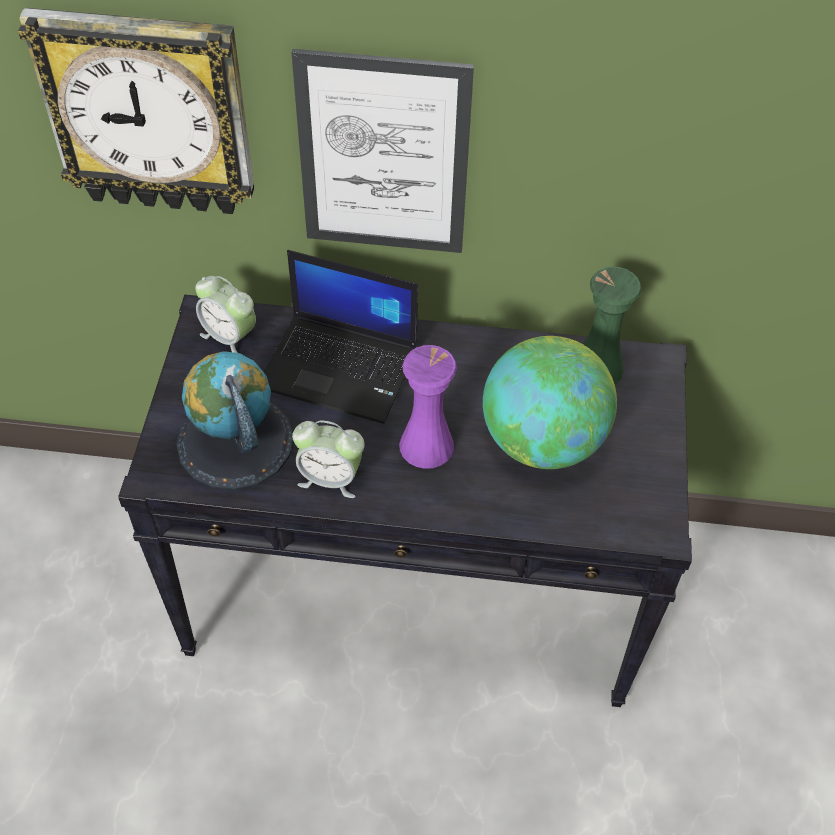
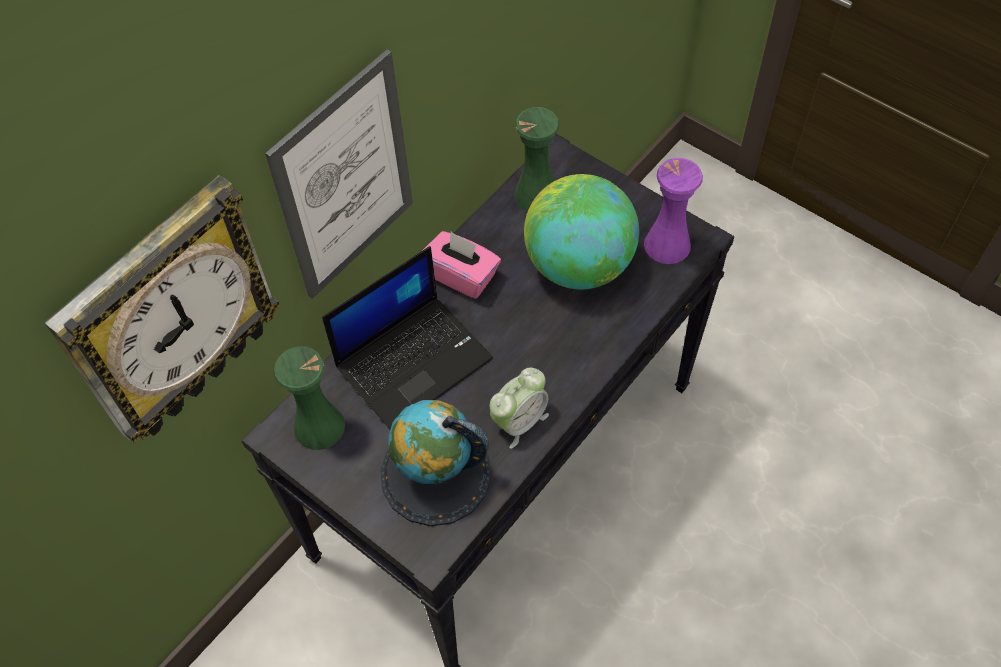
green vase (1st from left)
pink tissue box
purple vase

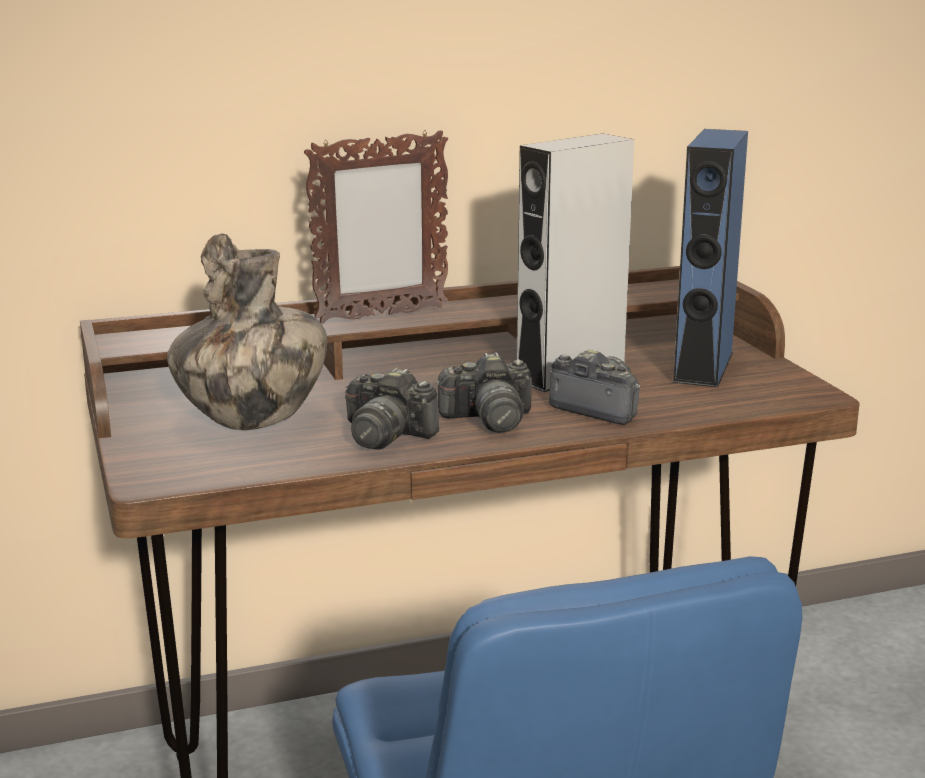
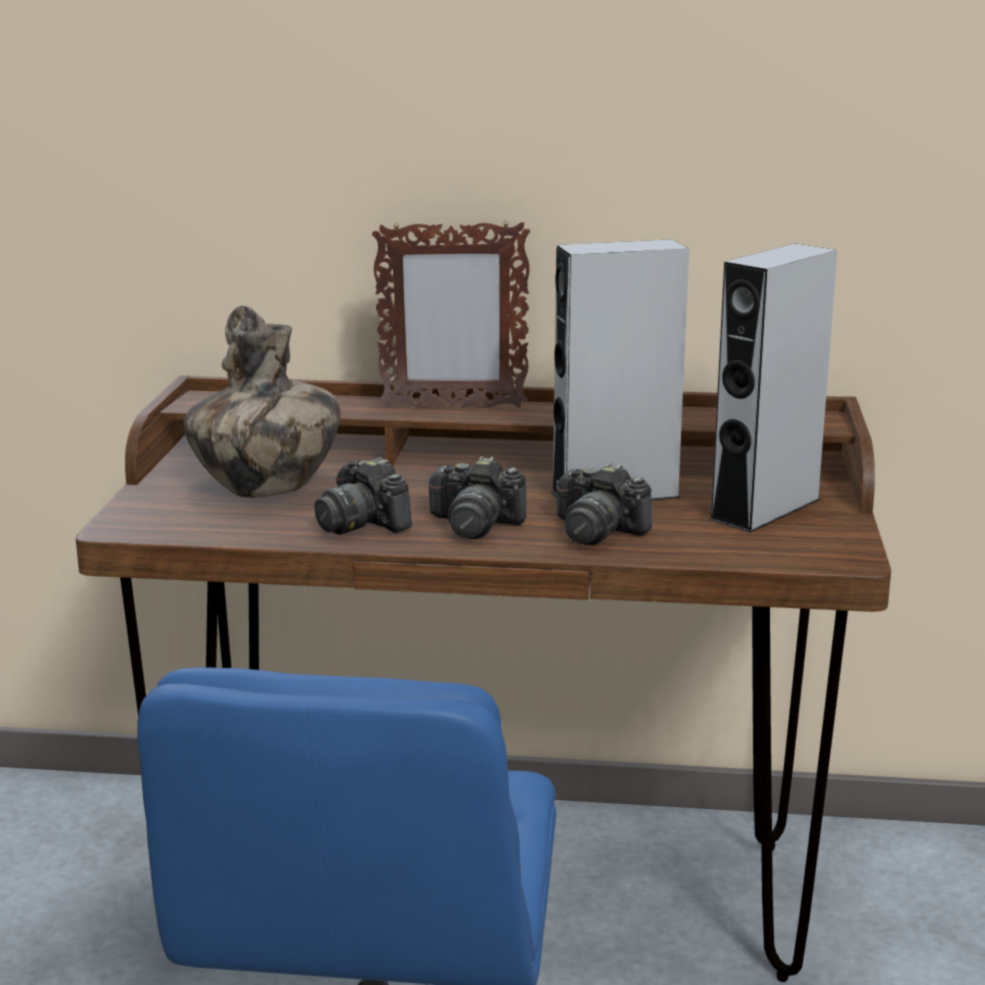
photo camera (3rd from left)
grey speaker (2nd from left)

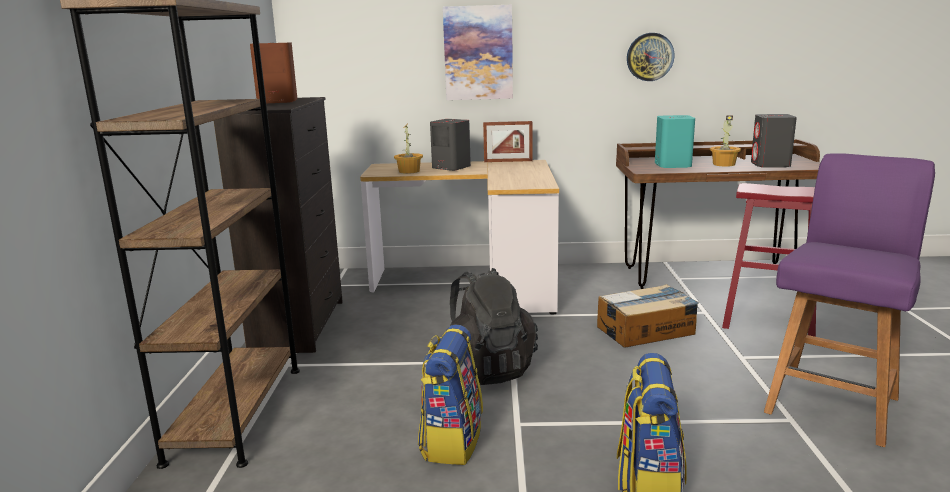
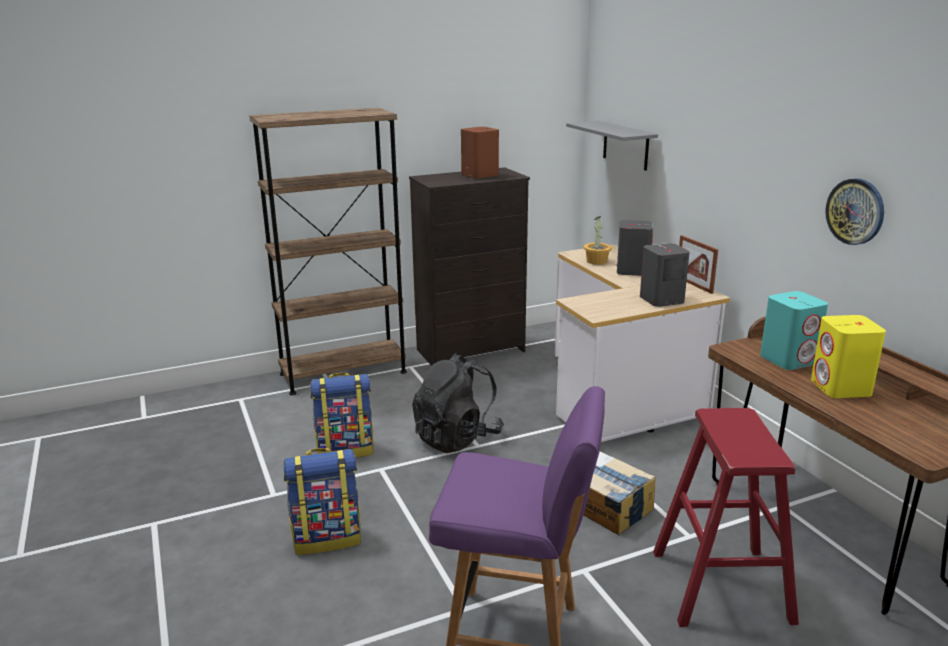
grey shelf
grey speaker (2nd from left)
yellow speaker
picture

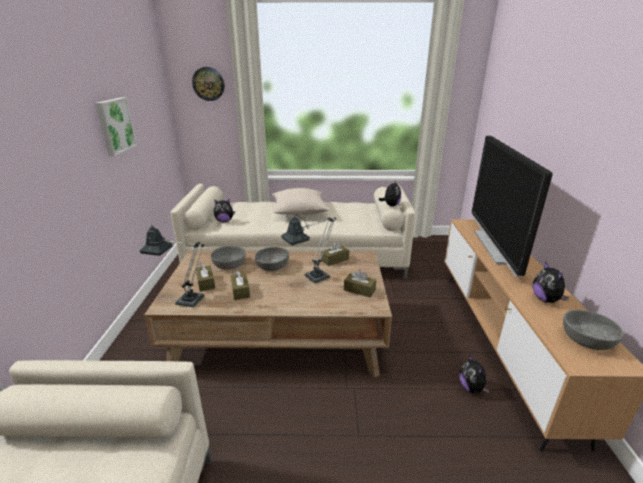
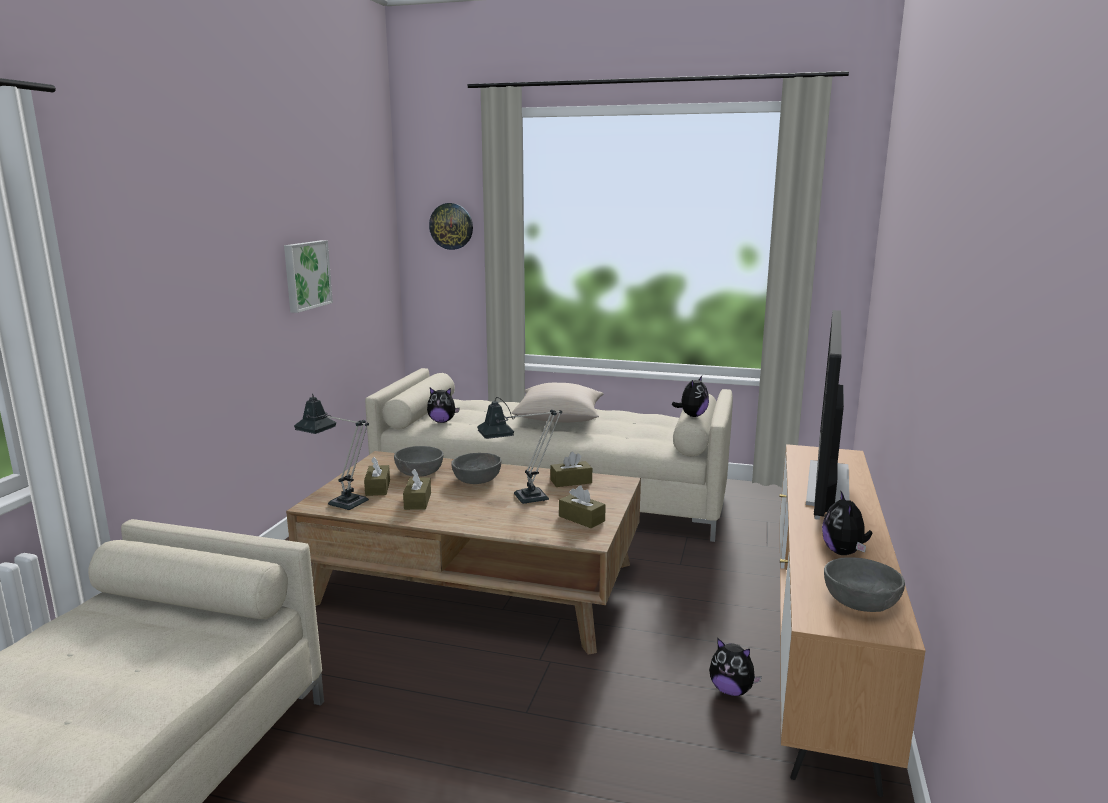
plush toy (3rd from left)

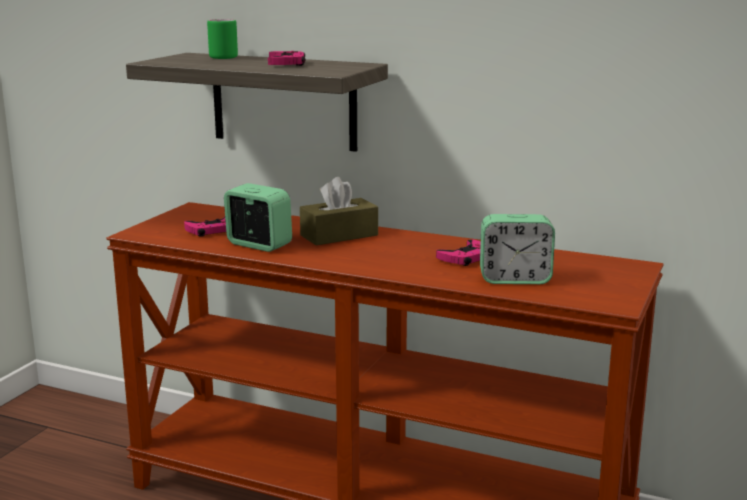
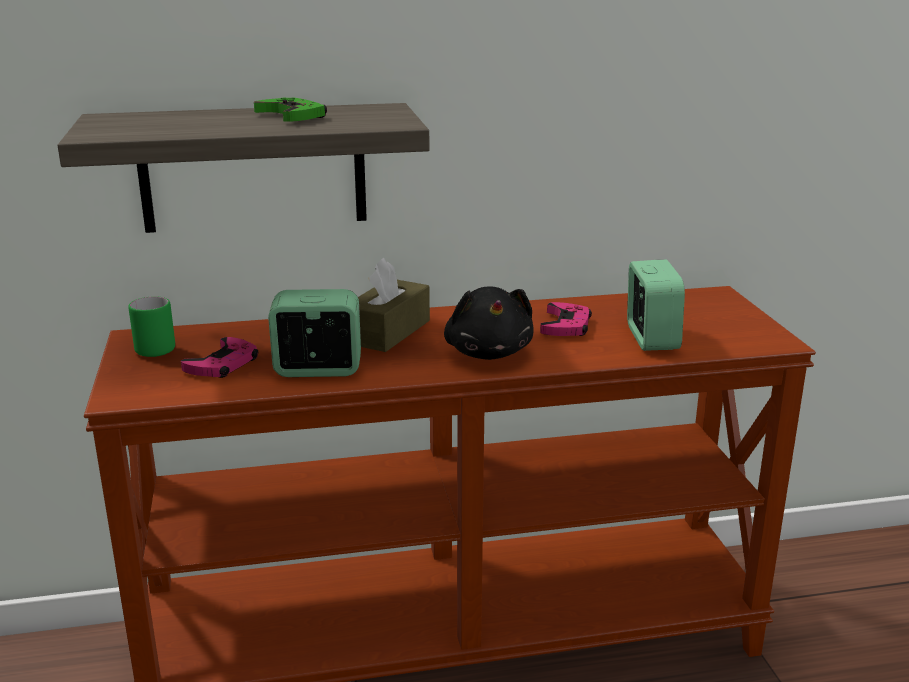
green mug
green game controller
black plush toy
alarm clock (2nd from left)

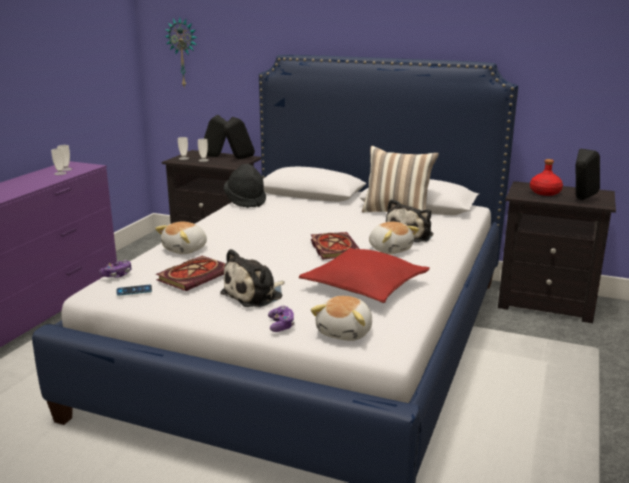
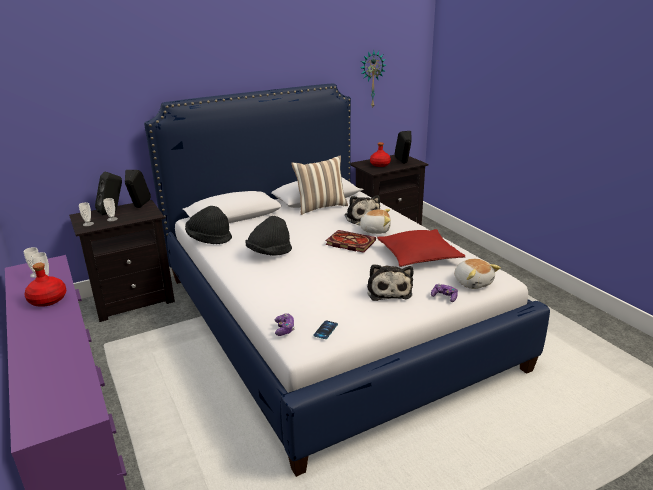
red bottle (1st from left)
black hat (2nd from left)
wall clock
plush toy (1st from left in the first image)
book (1st from left in the first image)

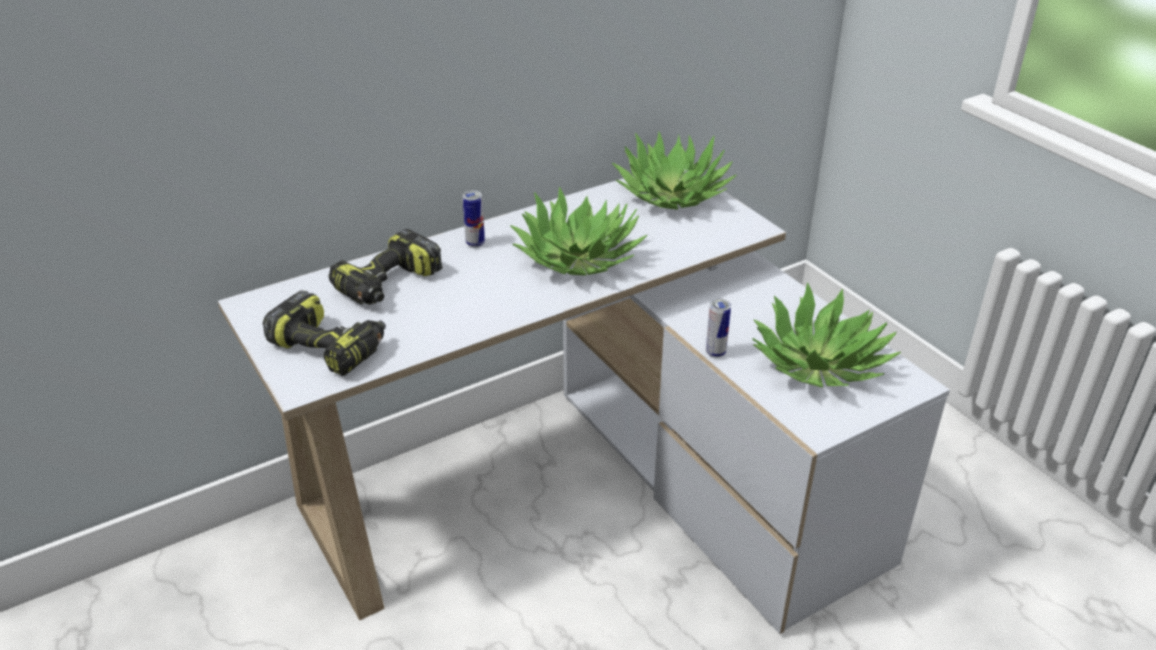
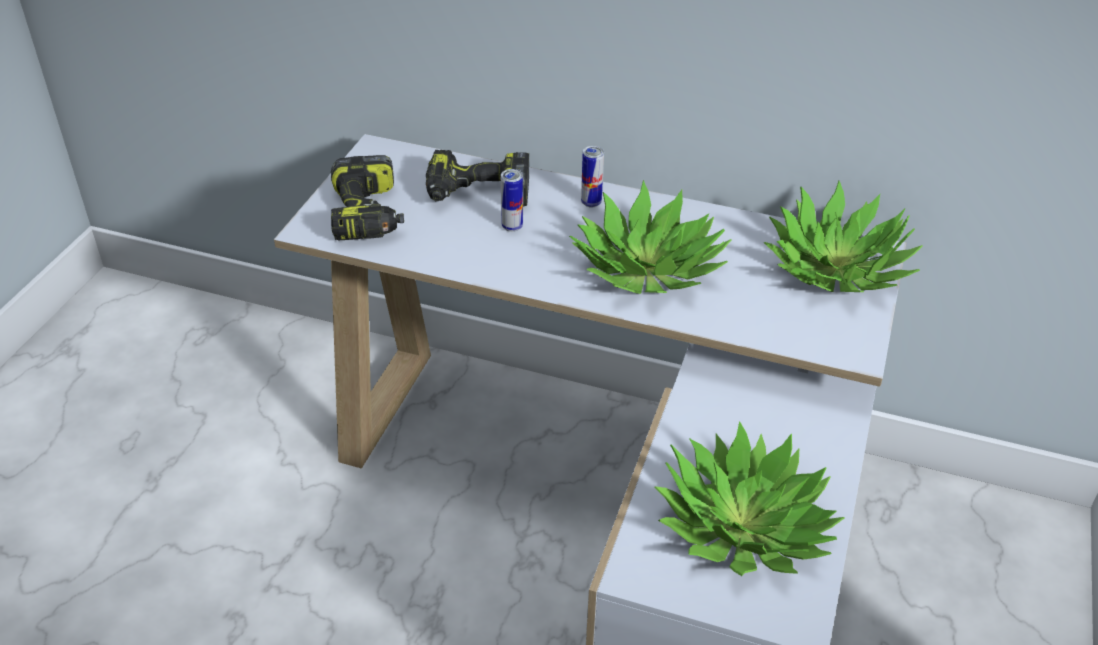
can (1st from left)

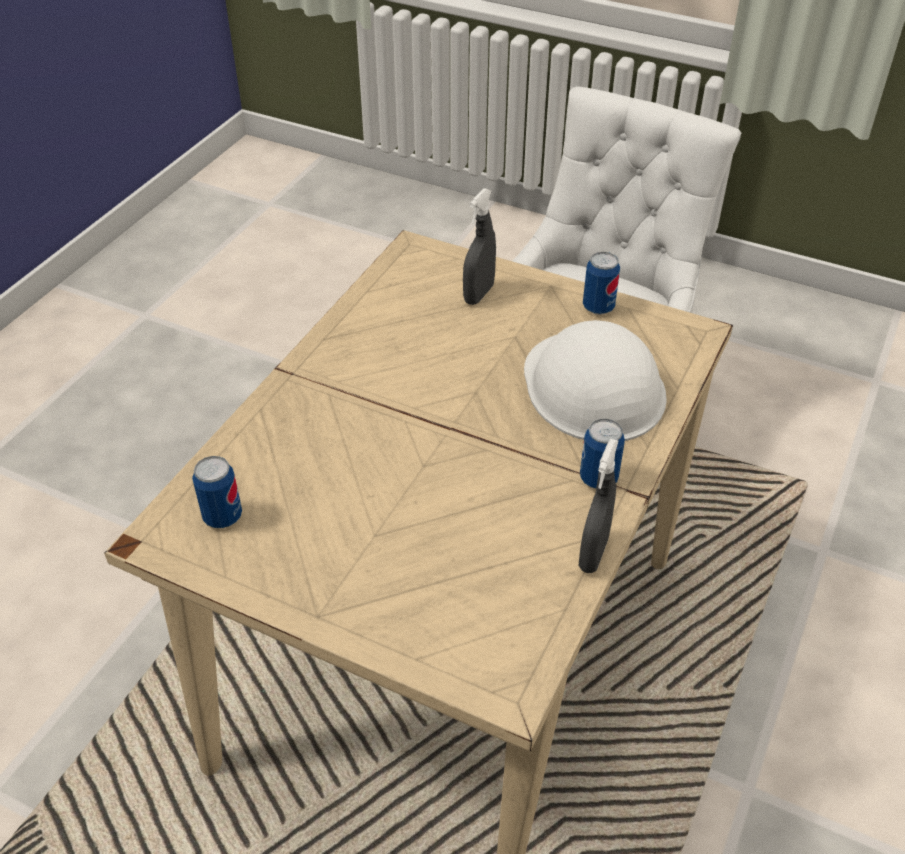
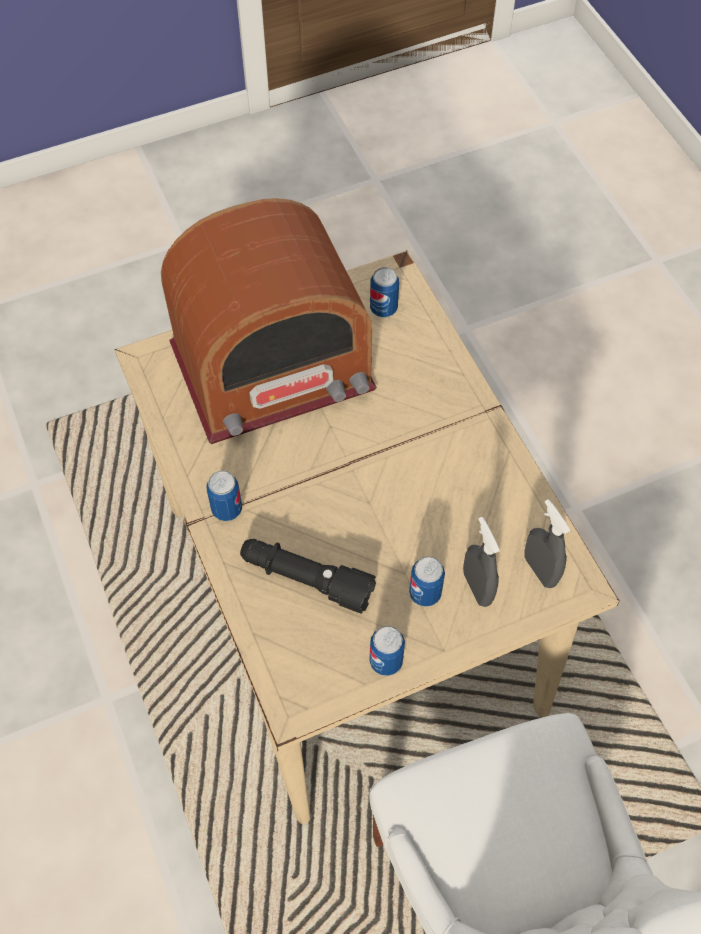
radio
black flashlight
can (4th from left)
grey spray bottle (2nd from left)

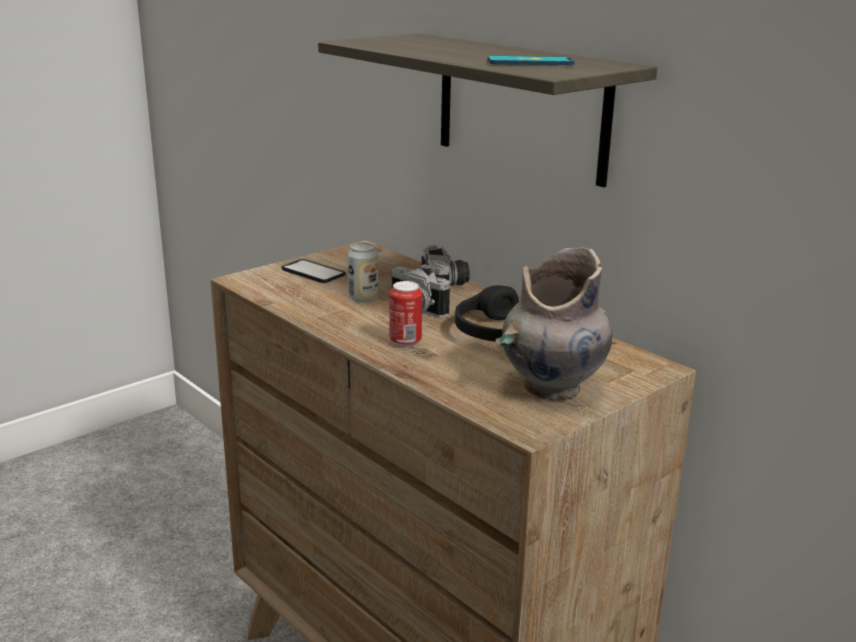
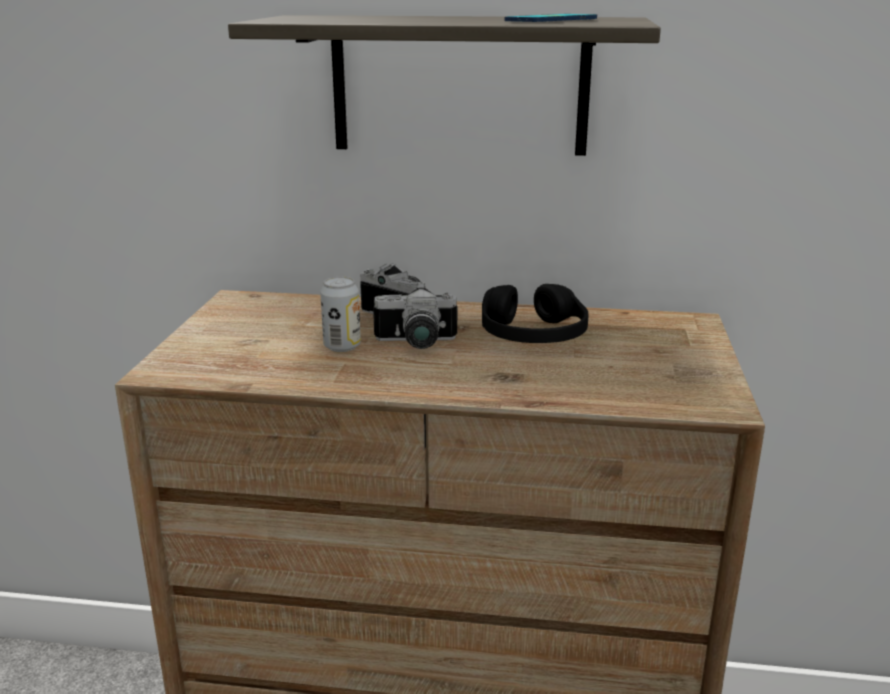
phone (1st from left in the first image)
can (2nd from left in the first image)
grey vase

